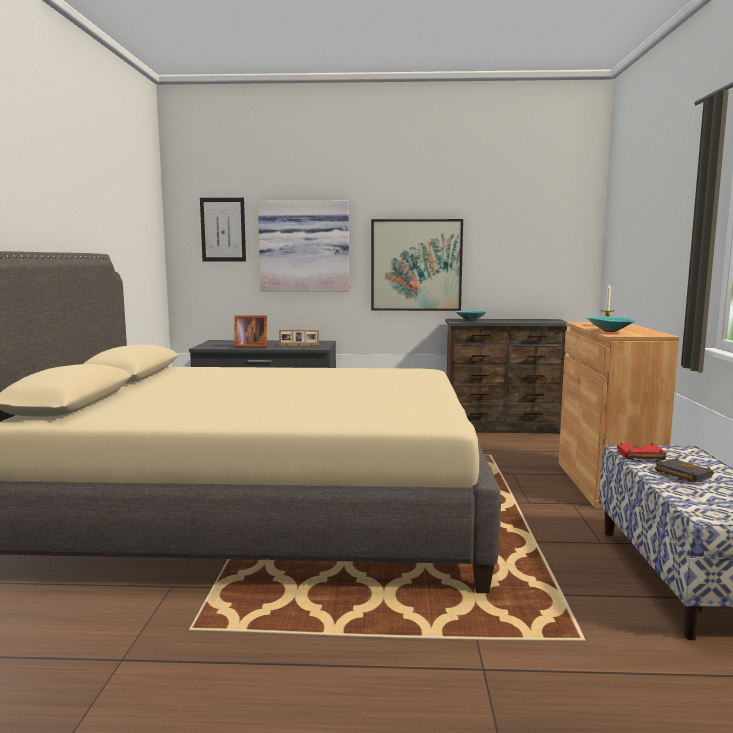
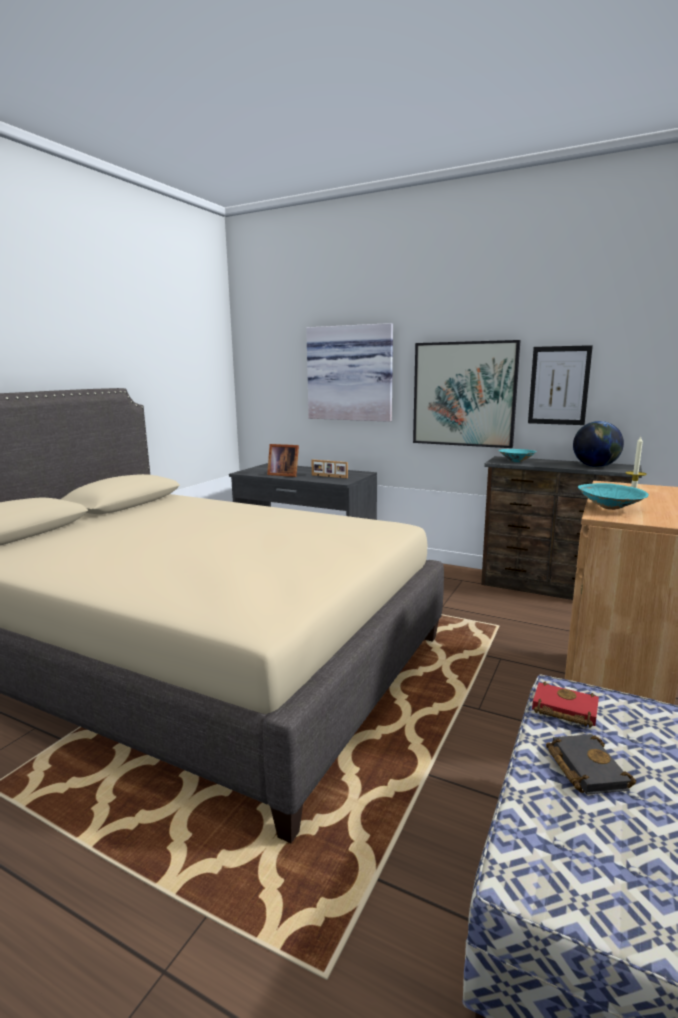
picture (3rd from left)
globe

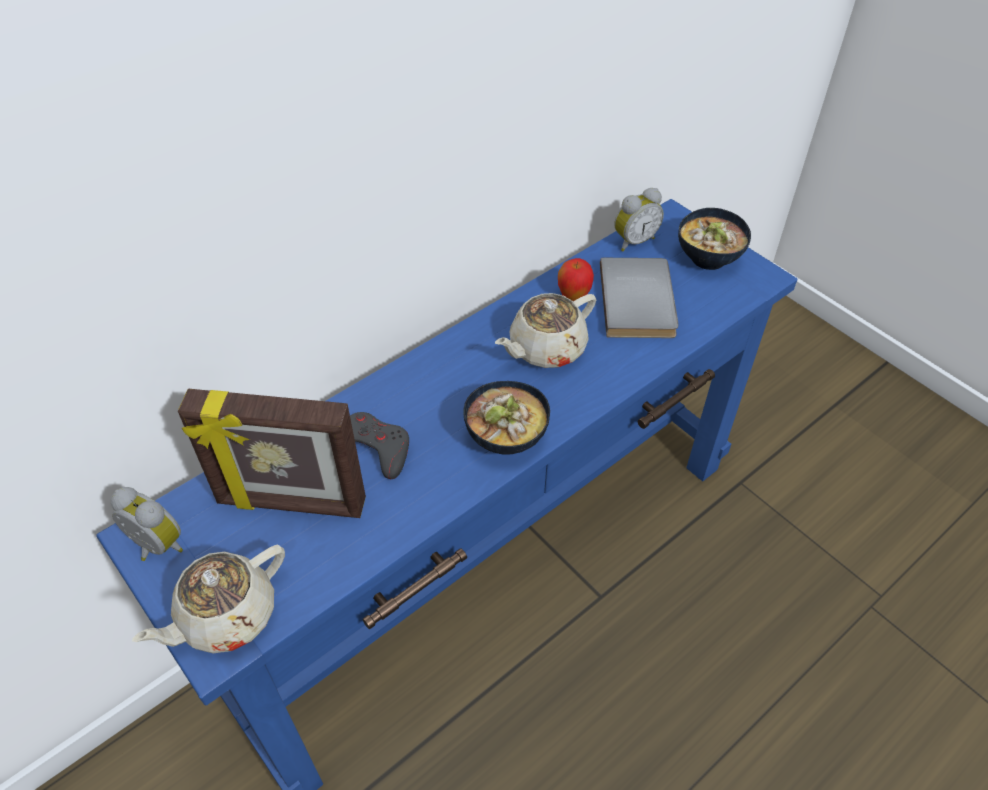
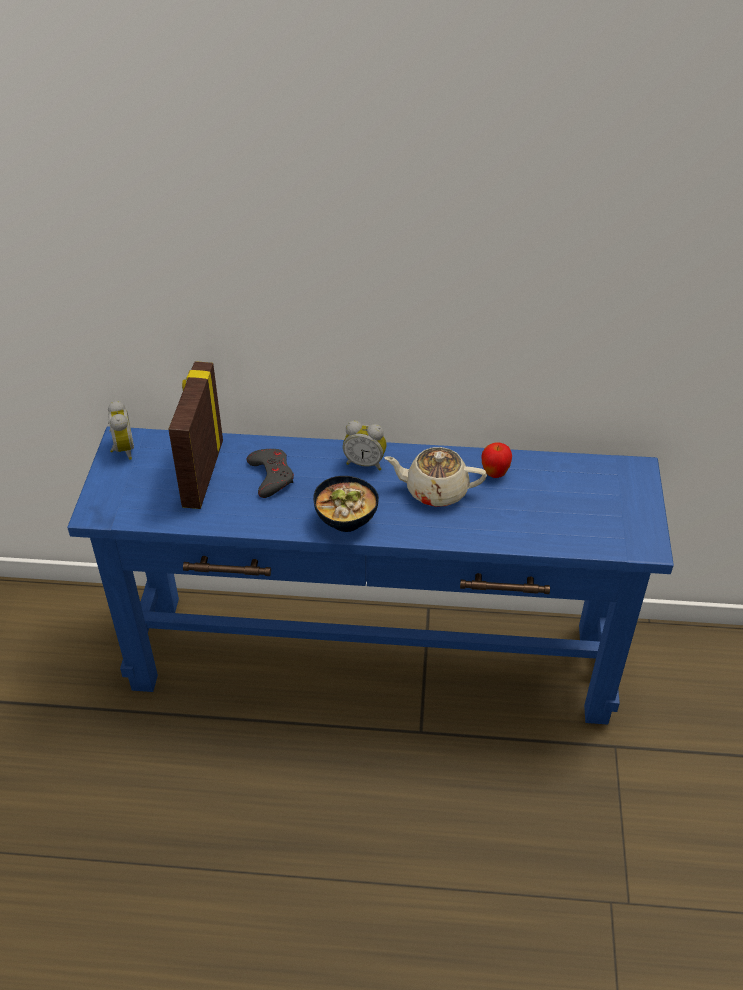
picture frame
alarm clock (2nd from left)
beige teapot (1st from left in the first image)
grey book
bowl (2nd from left in the first image)

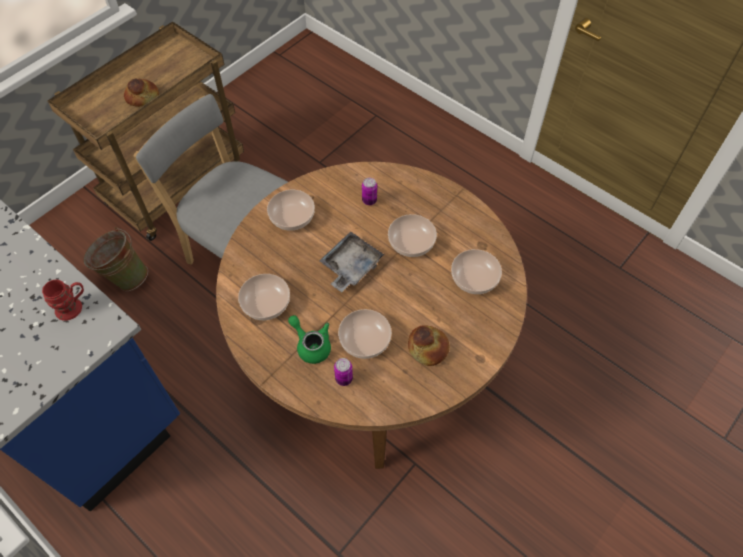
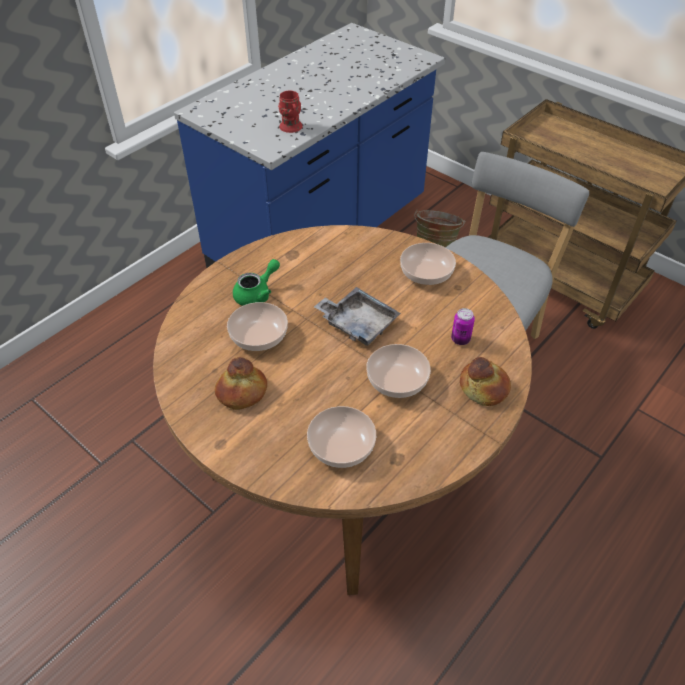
bread (2nd from left)
bowl (1st from left in the first image)
can (1st from left in the first image)

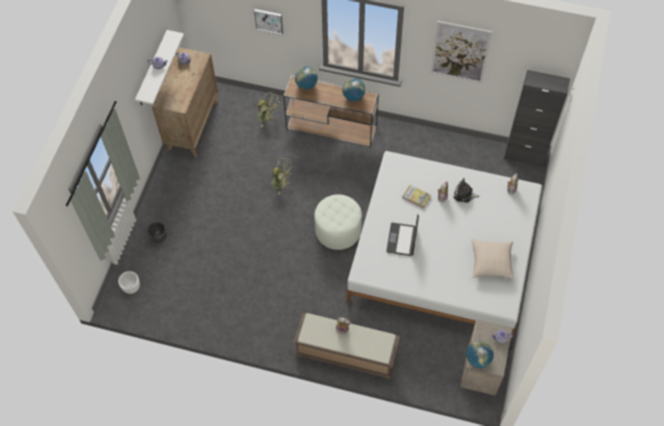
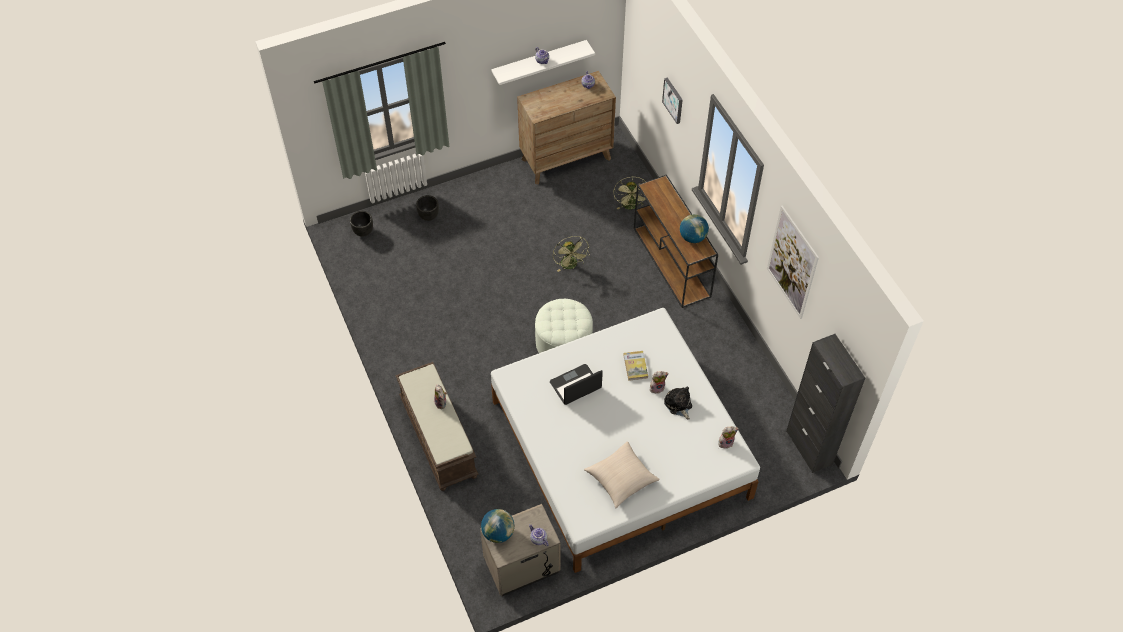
black planter (1st from left)
globe (1st from left in the first image)

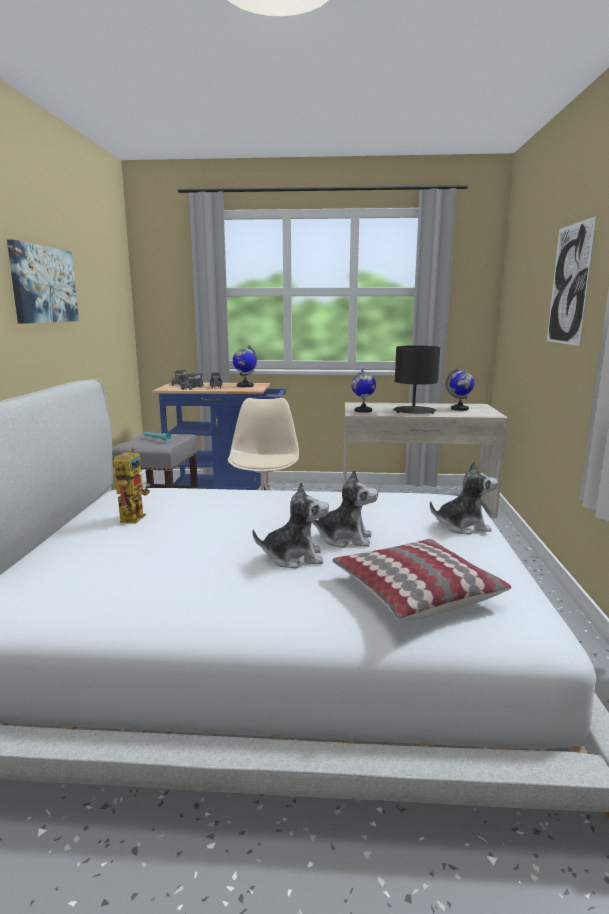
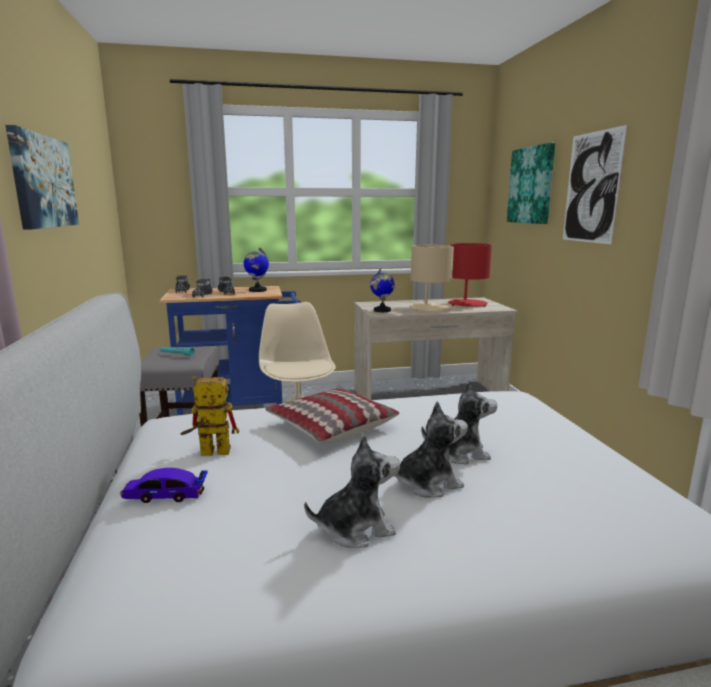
toy car
toy robot
pillow
plush toy (1st from left)
beige table lamp
red table lamp
picture (2nd from left)

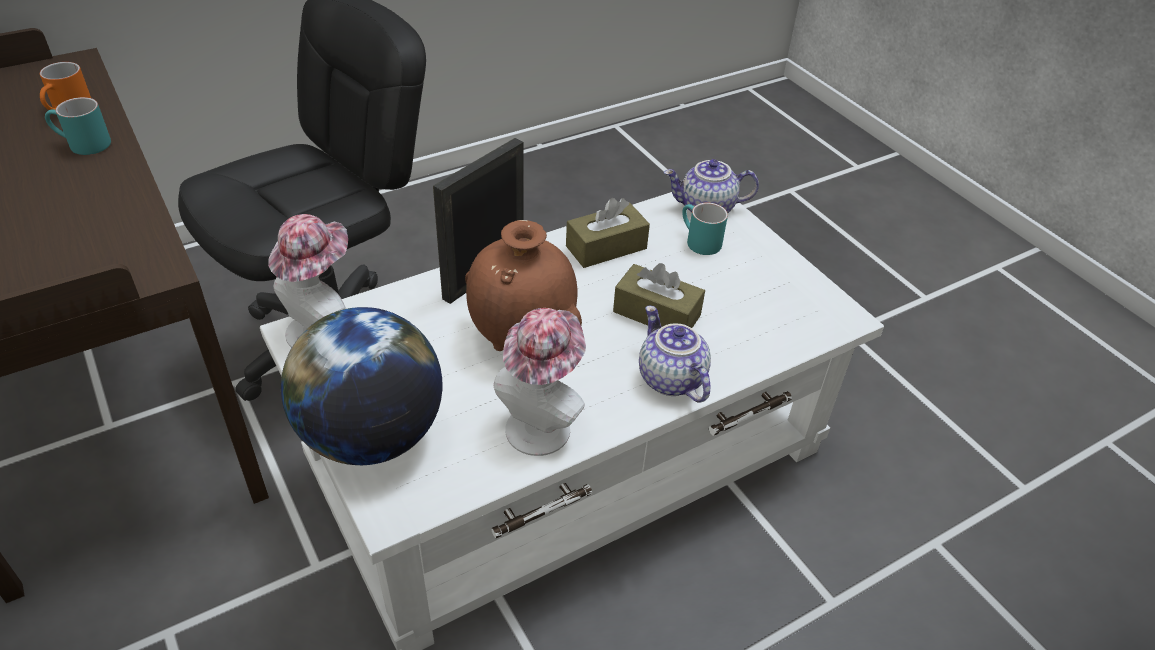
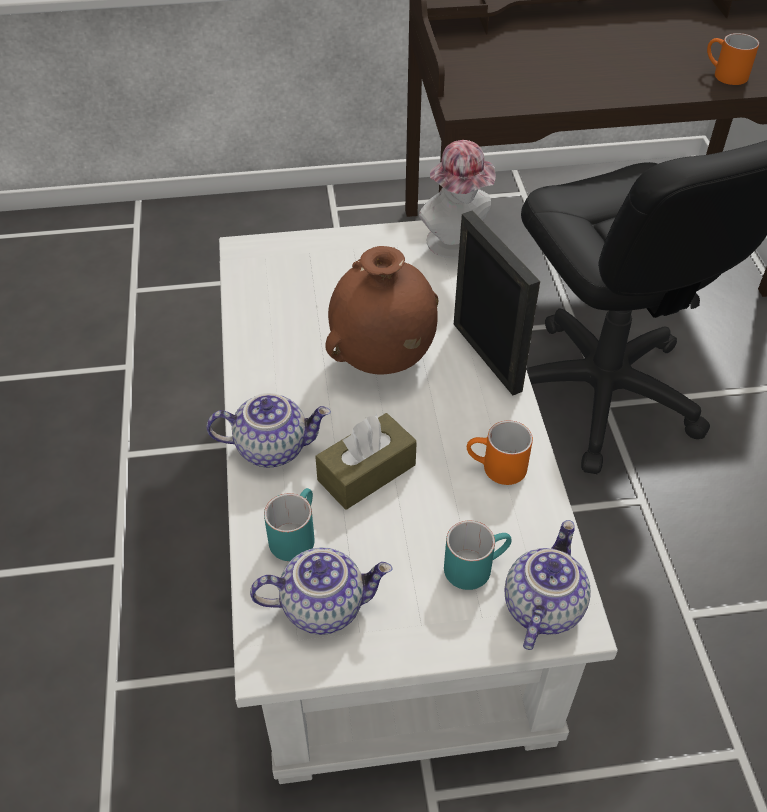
teapot (2nd from left)
turquoise mug (1st from left)
orange mug (1st from left)
globe
hat (2nd from left in the first image)

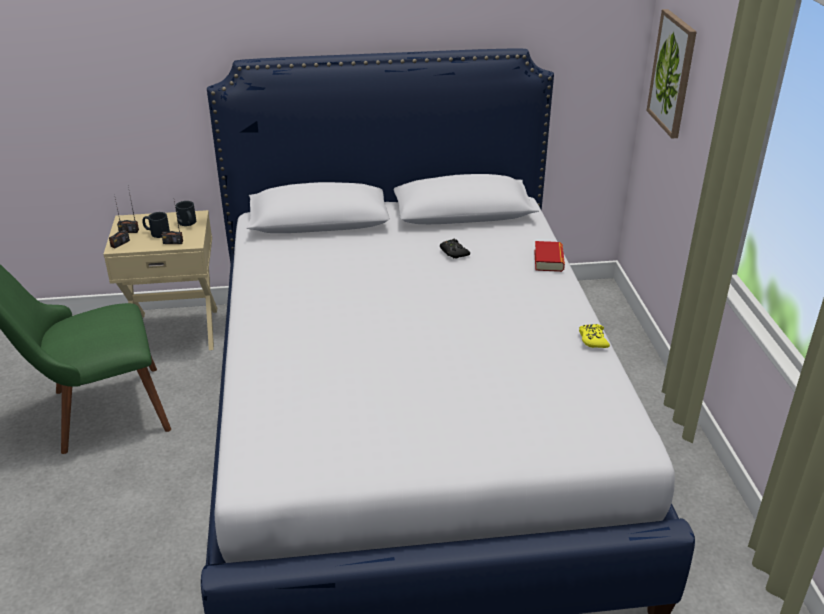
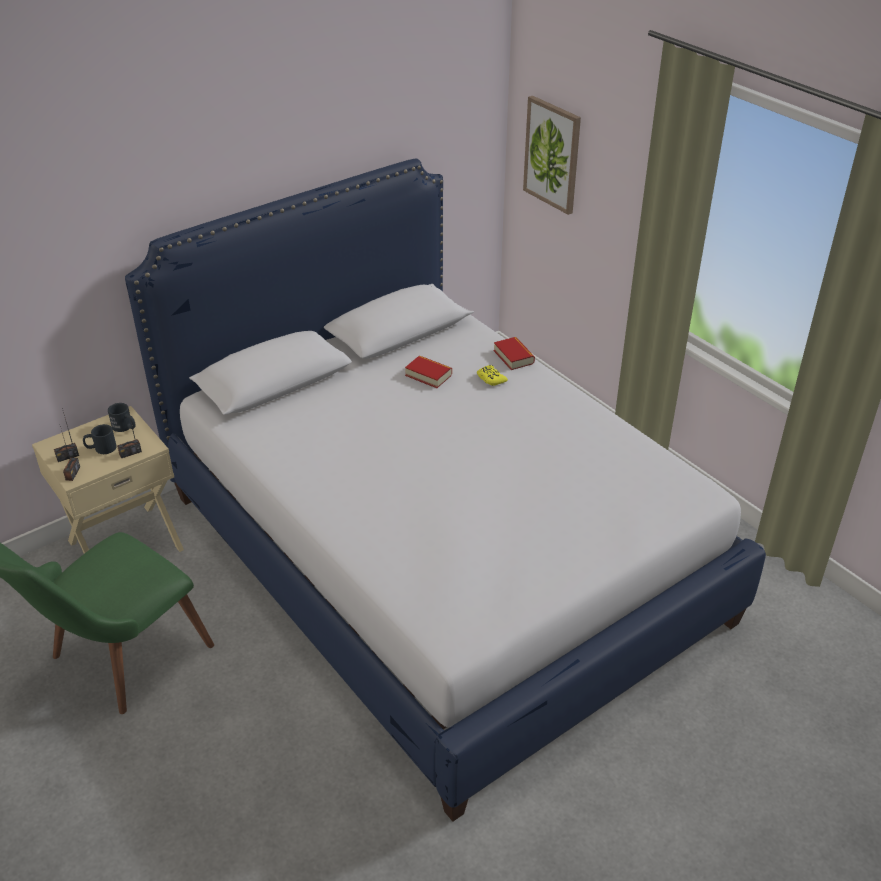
book (1st from left)
yellow game controller

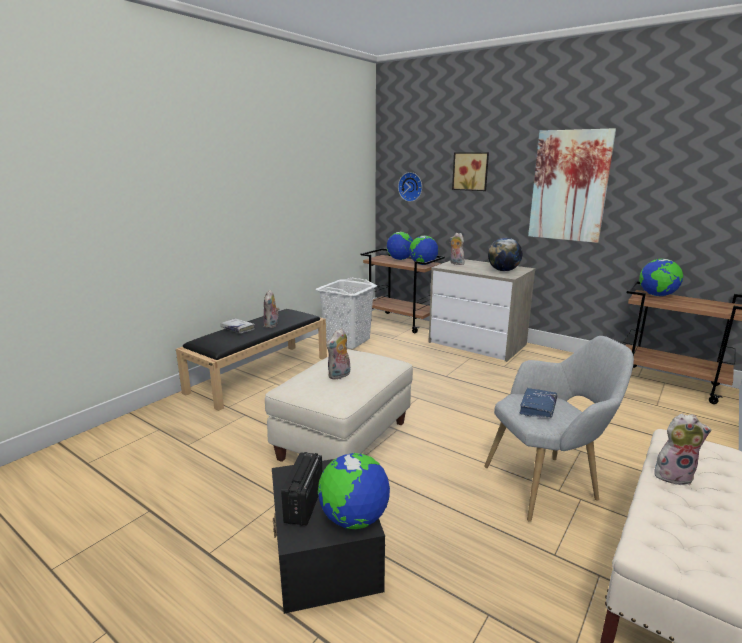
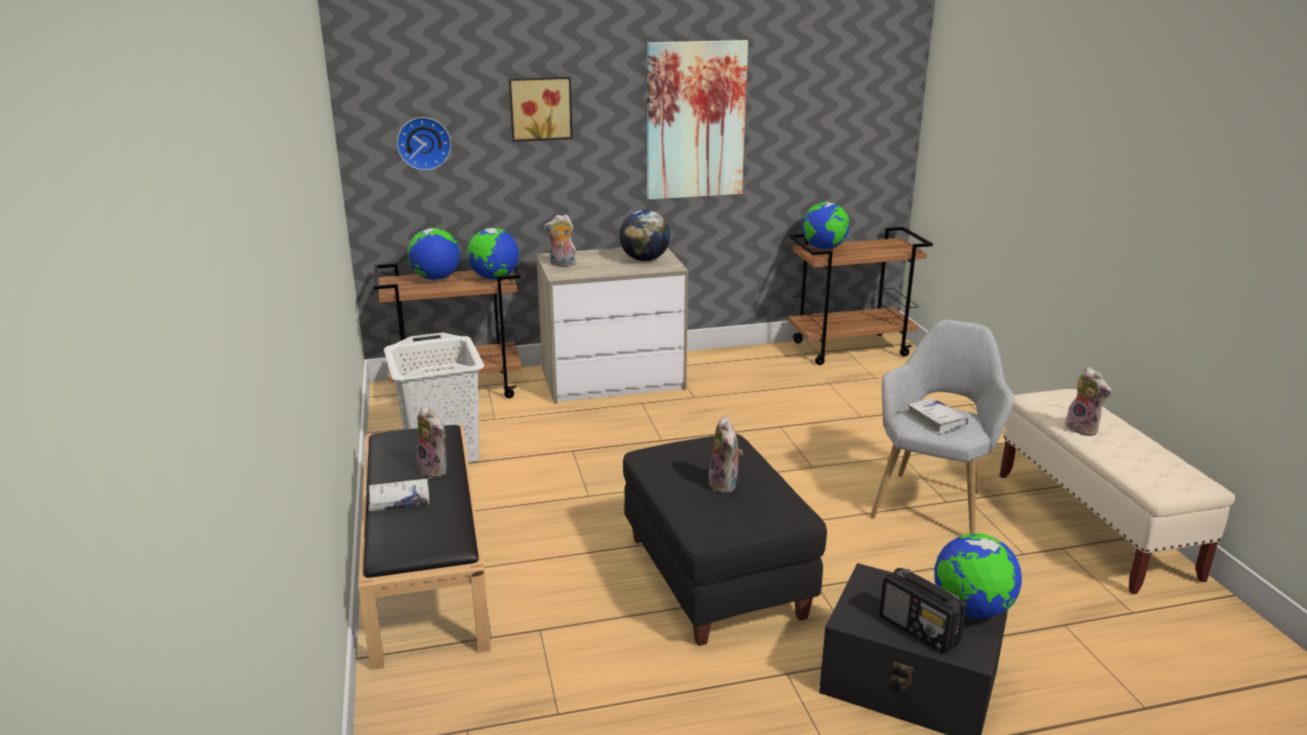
black ottoman
white book (2nd from left)
plush toy (4th from left)

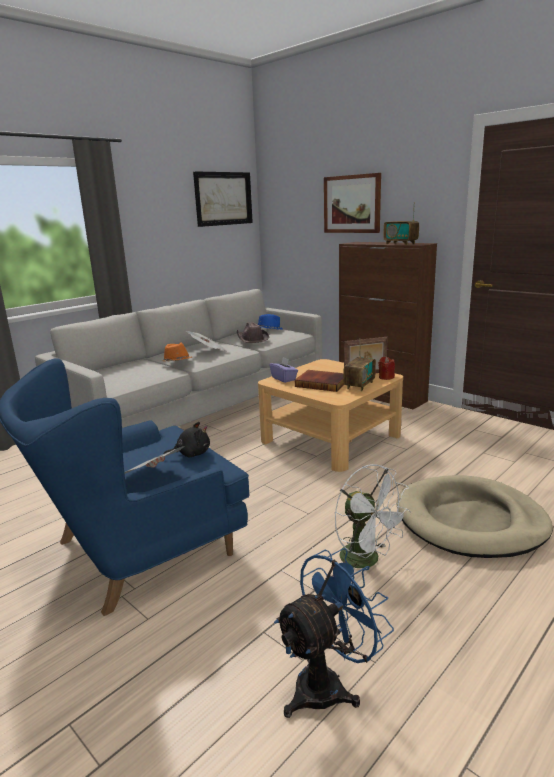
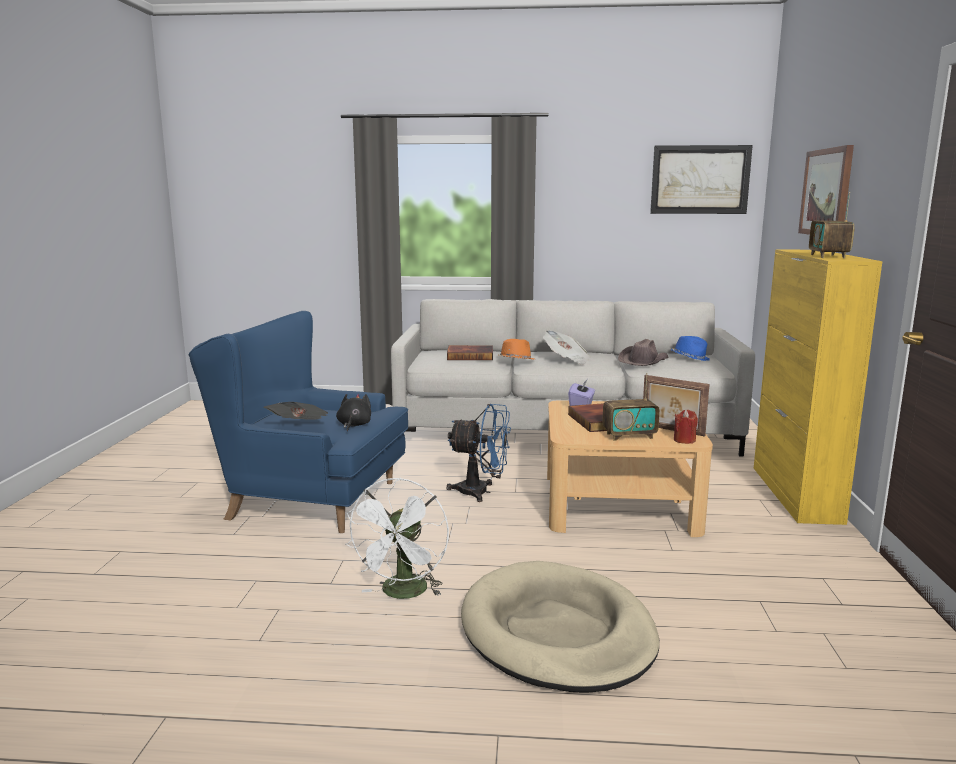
black plush toy
book (1st from left)
blue fan
yellow cabinet

